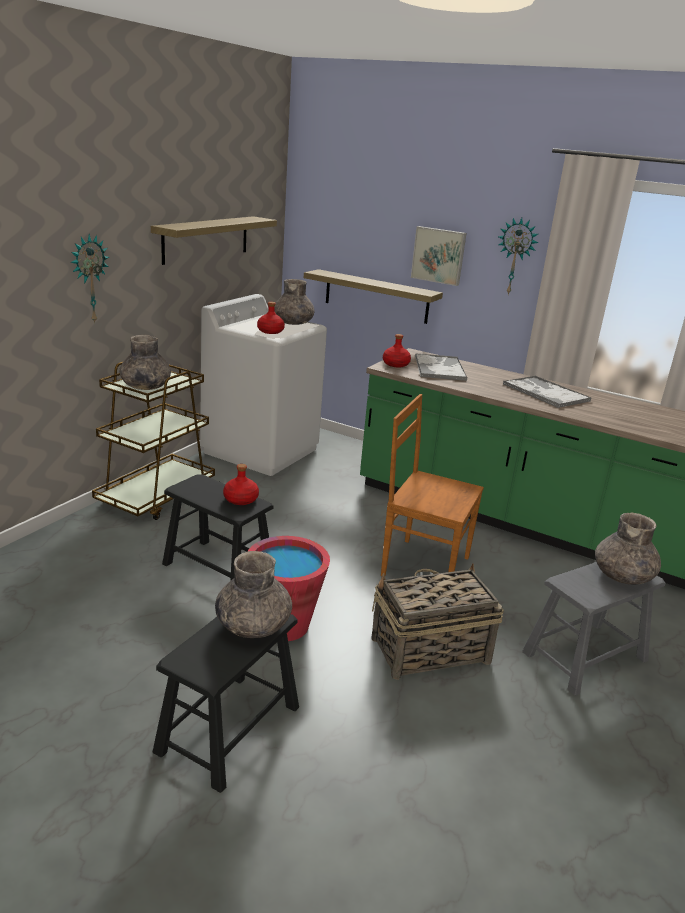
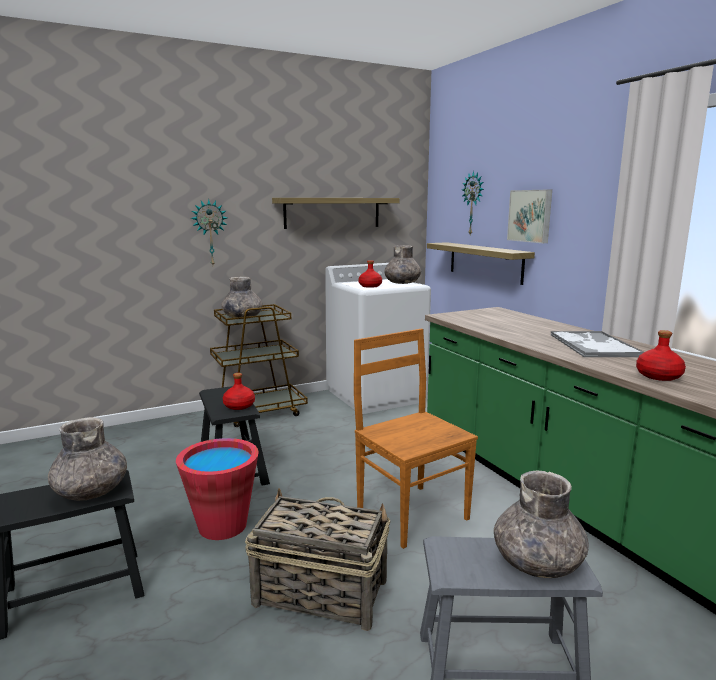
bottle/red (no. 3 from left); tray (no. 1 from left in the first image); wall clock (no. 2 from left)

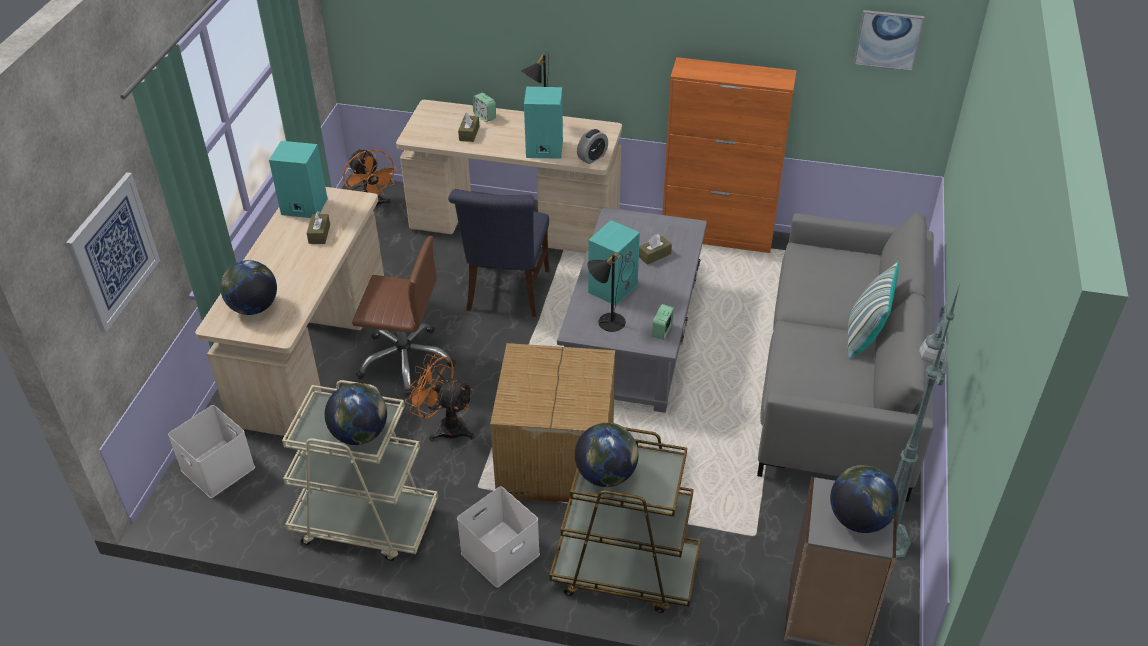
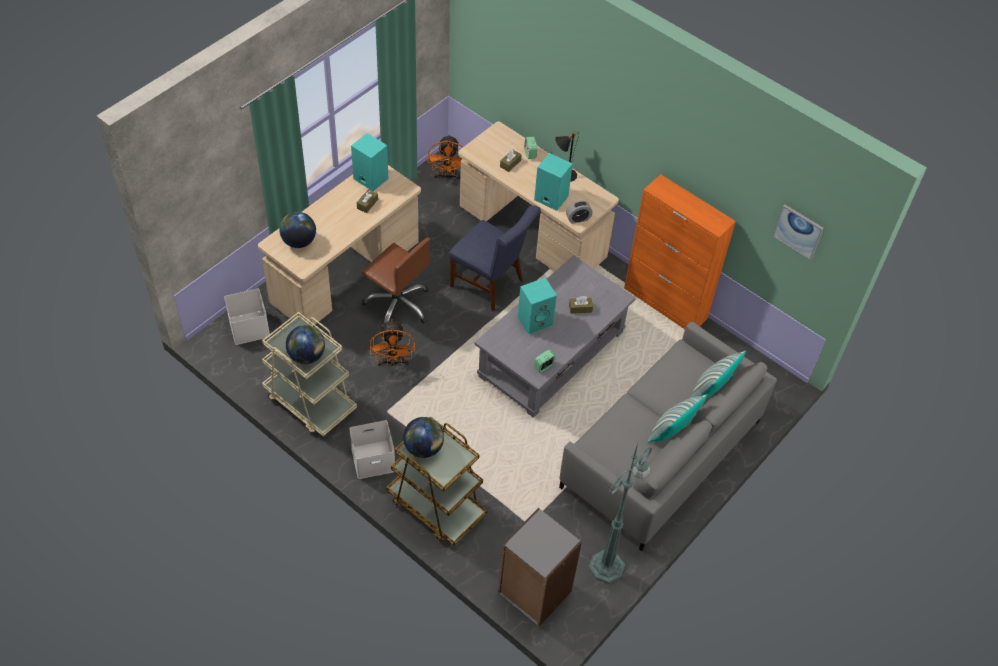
picture (no. 1 from left in the first image); fan/orange (no. 1 from left); chair/blue; cardboard box; table lamp/black (no. 2 from left in the first image); globe (no. 4 from left in the first image); pillow (no. 2 from left)

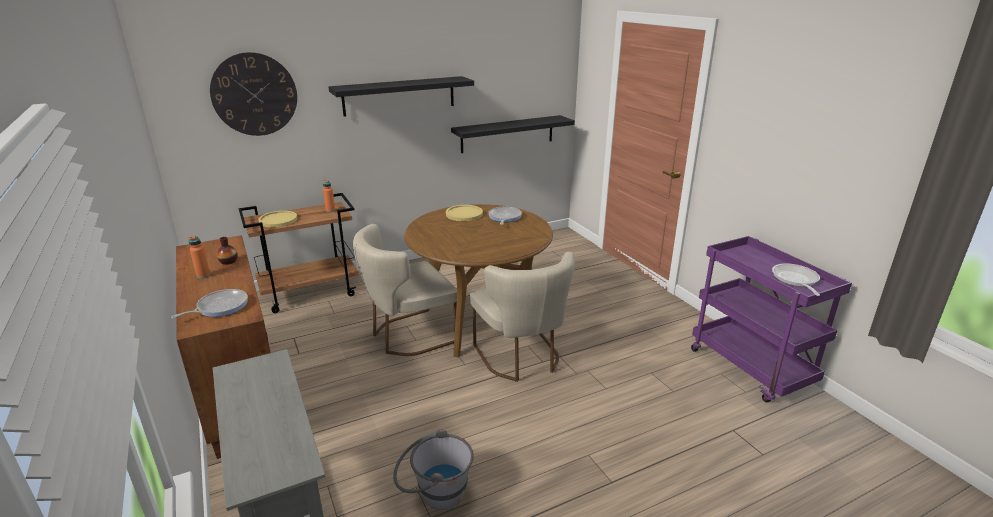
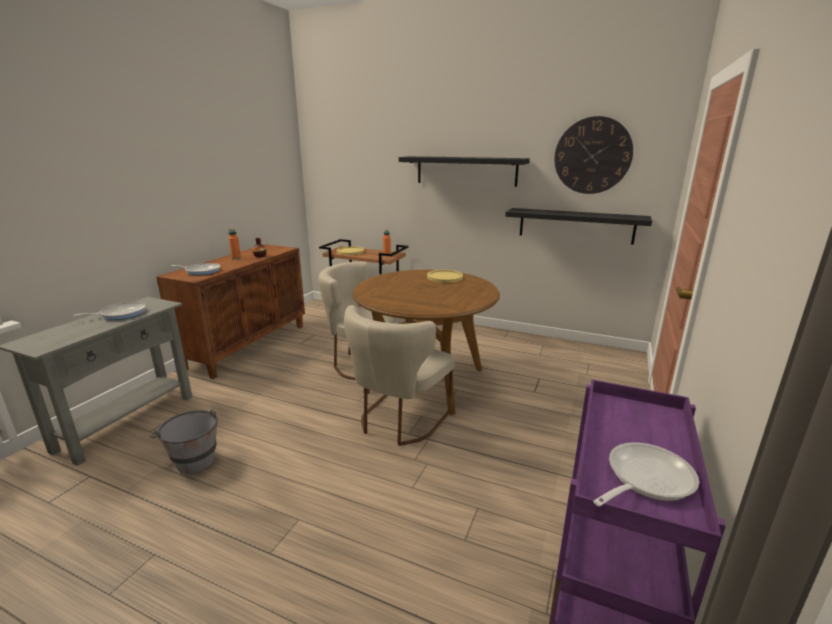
wall clock; frying pan (no. 1 from left)

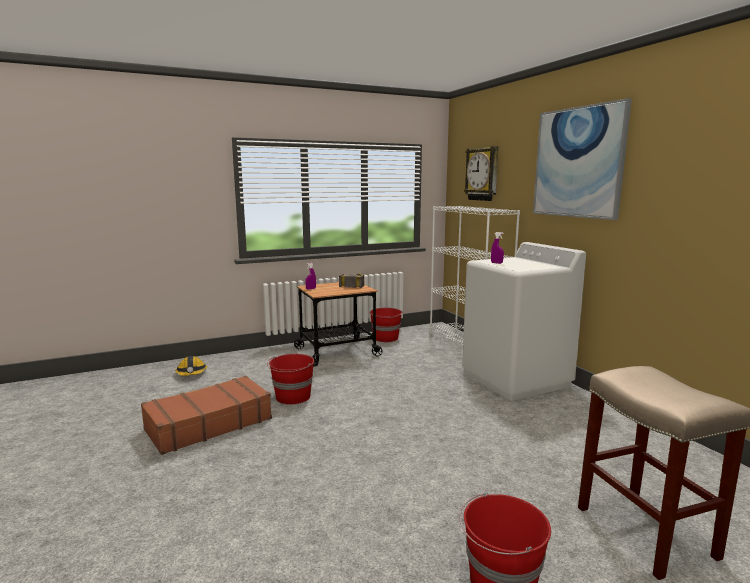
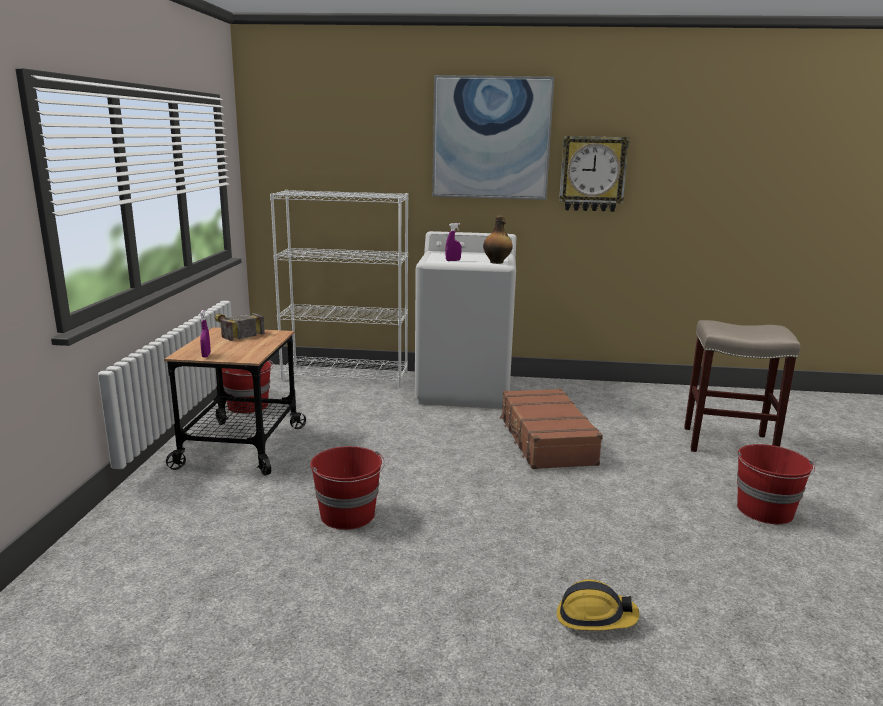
suitcase/brown; hard hat; wall clock; bottle

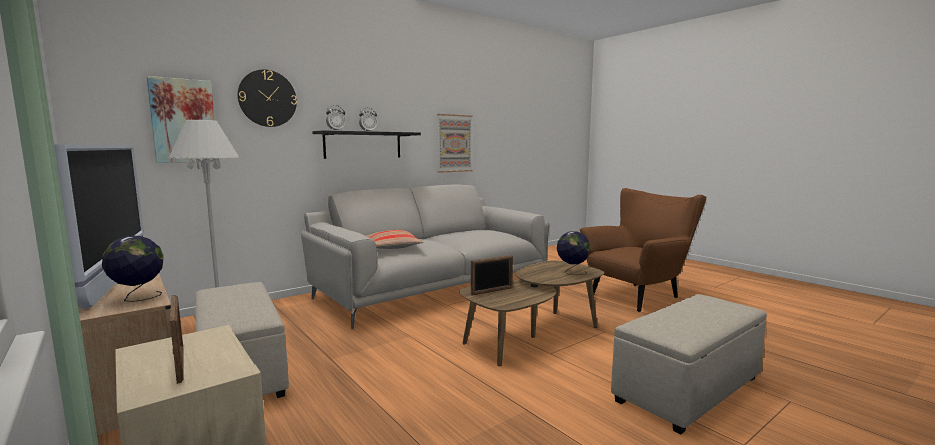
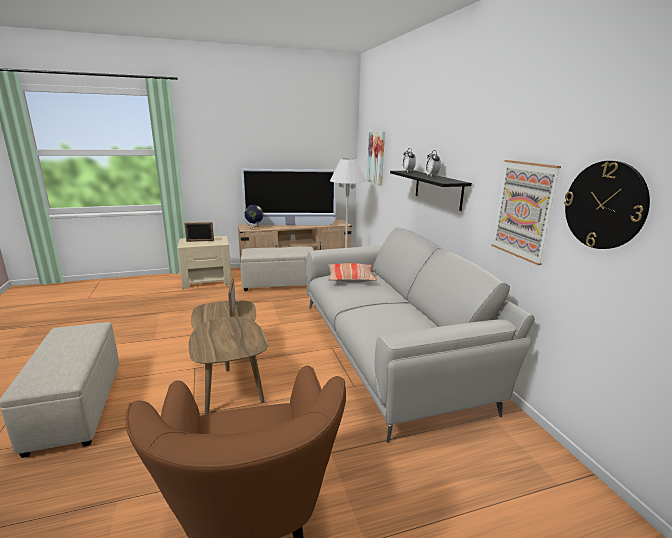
wall clock; globe (no. 2 from left in the first image)

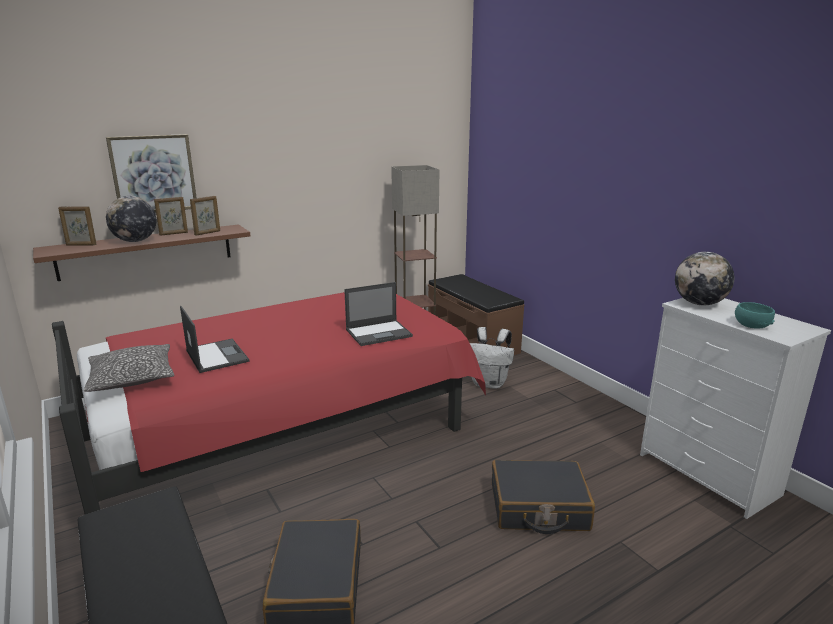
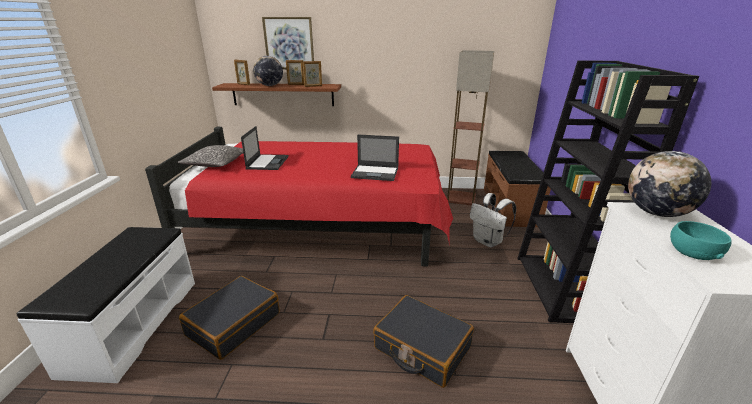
bookcase/black

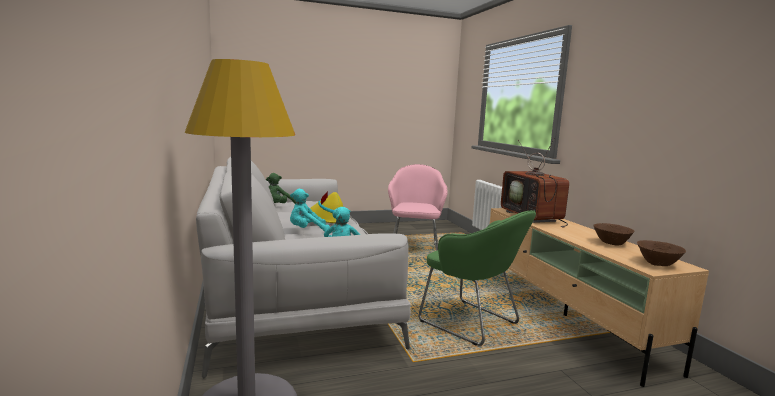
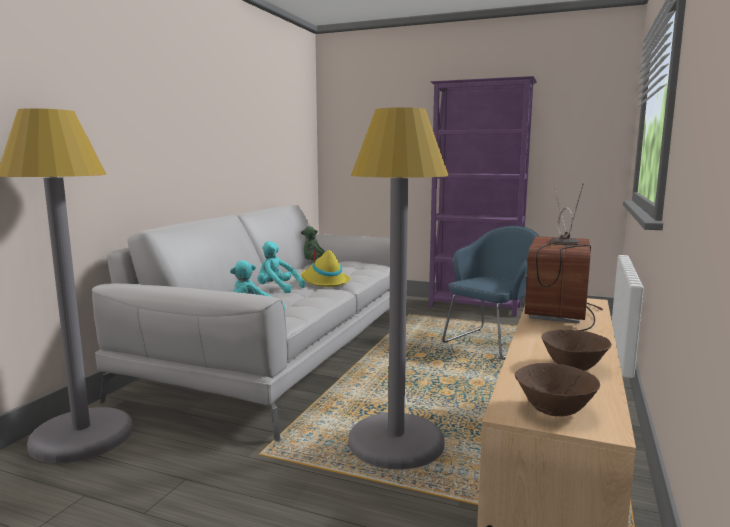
armchair/blue; floor lamp/grey (no. 2 from left); bookcase/purple

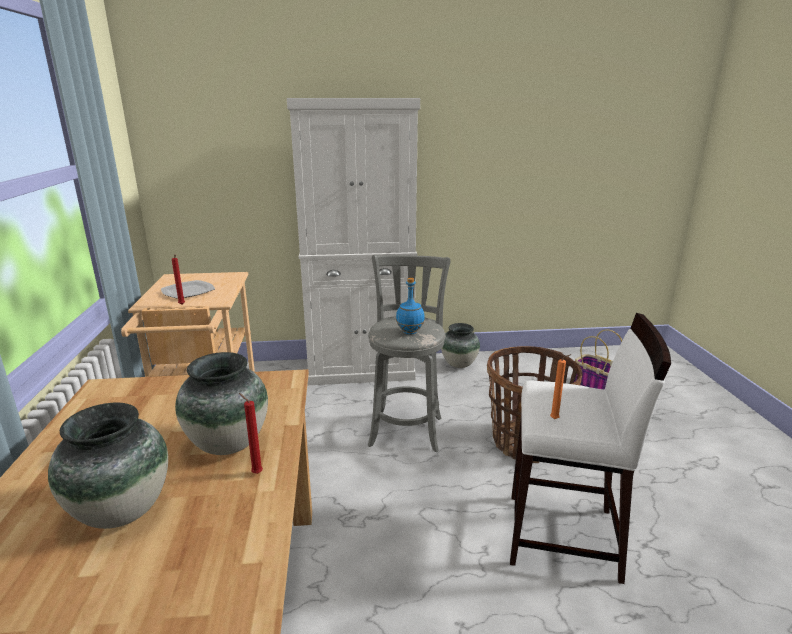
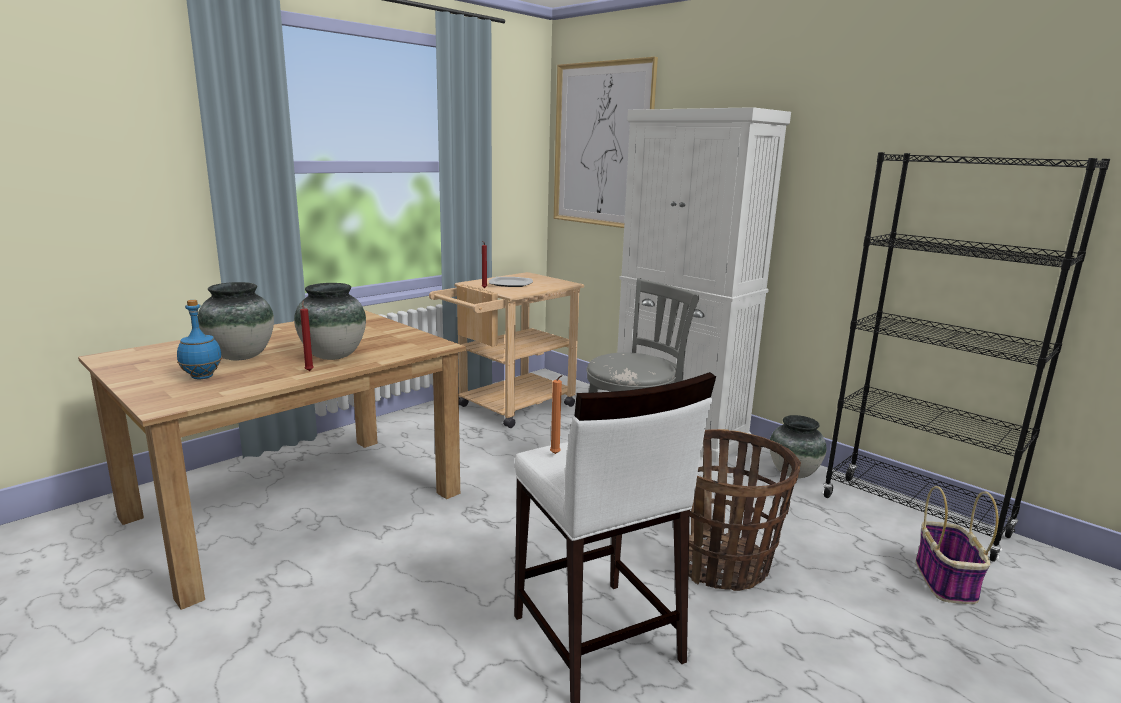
bottle/blue; picture; bookcase/black

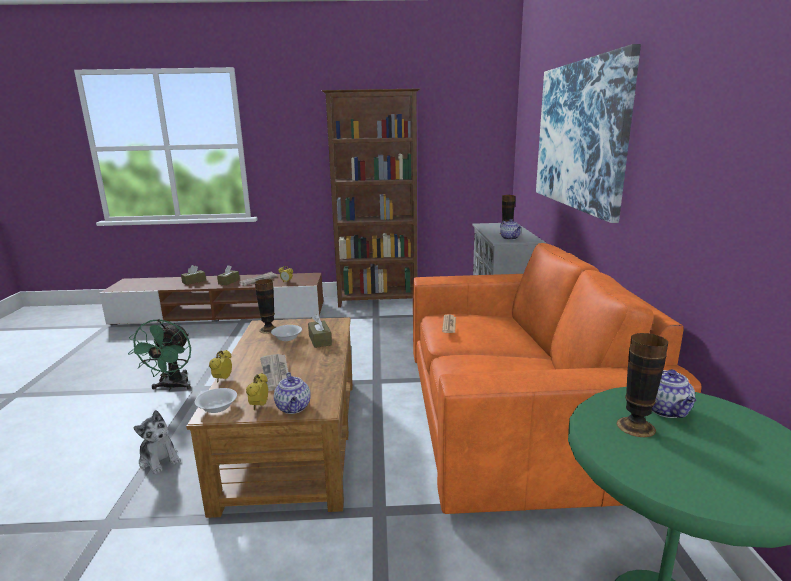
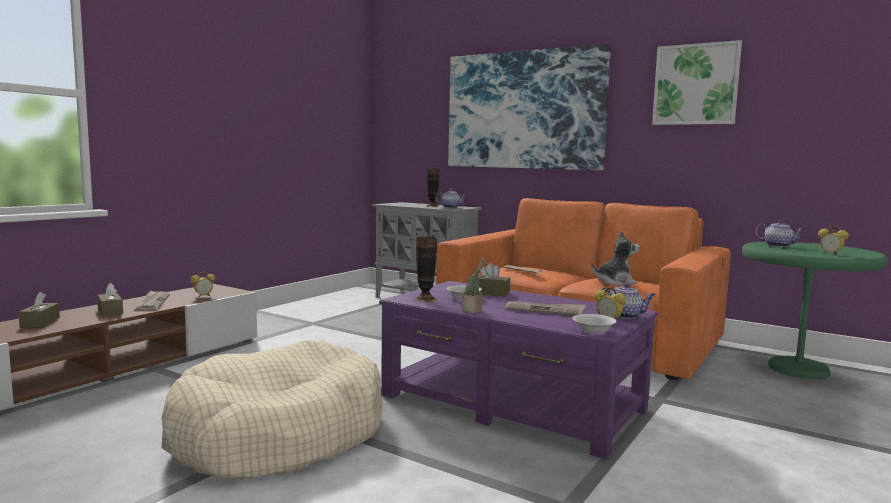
dog bed/beige; plush toy; coffee table/purple; alarm clock (no. 3 from left); bookcase/brown; vase (no. 3 from left in the first image); potted plant; picture (no. 2 from left)

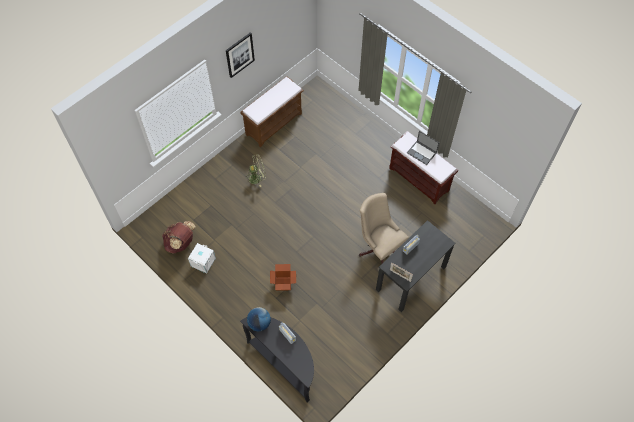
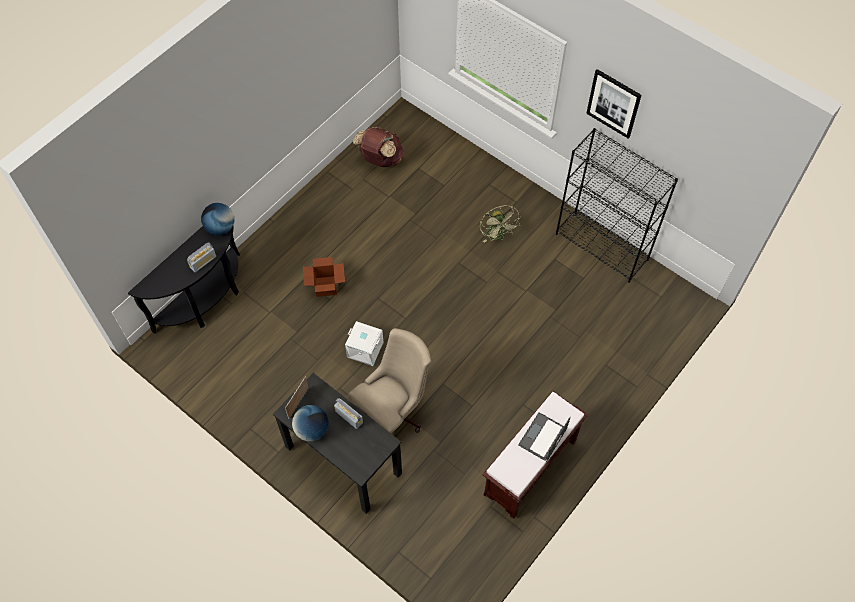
storage box/white; bookcase/black; globe (no. 2 from left)

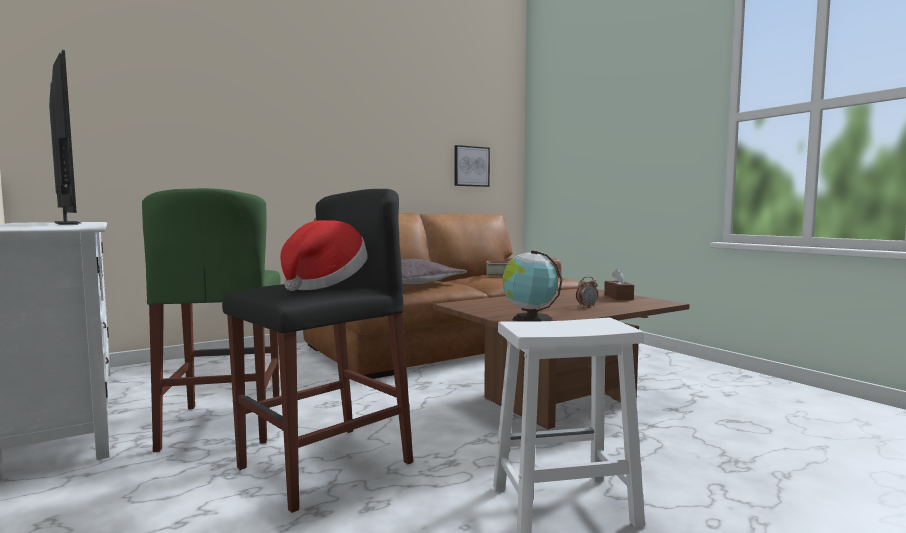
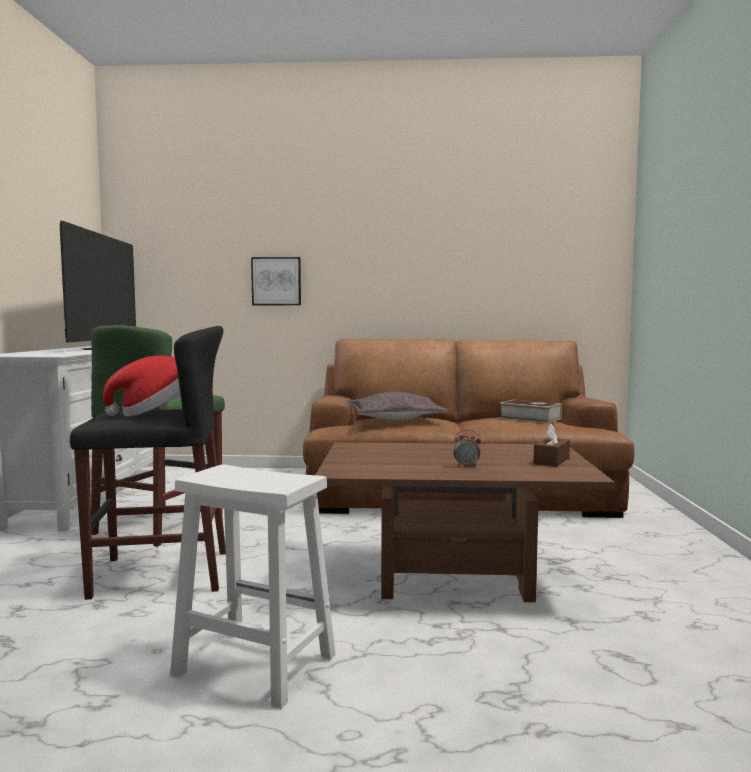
picture; globe

